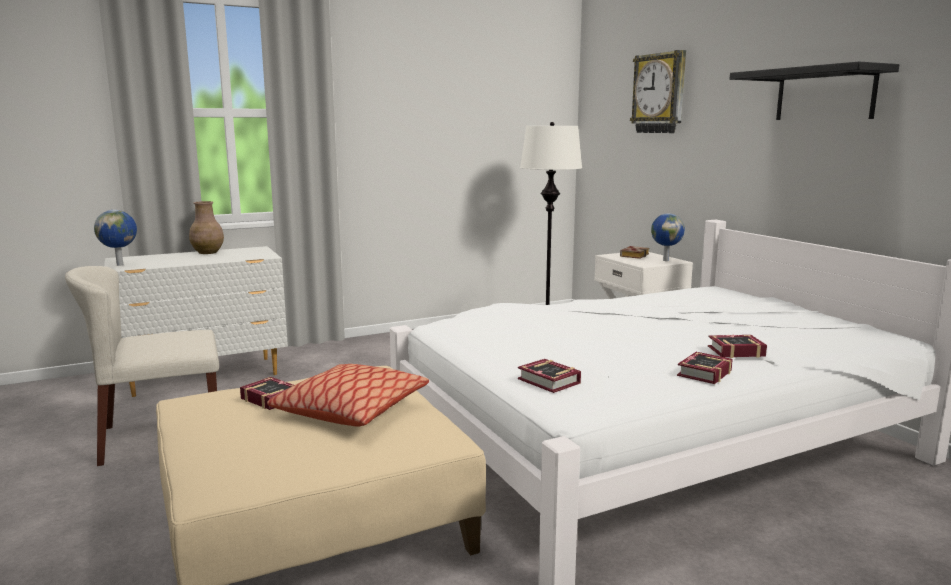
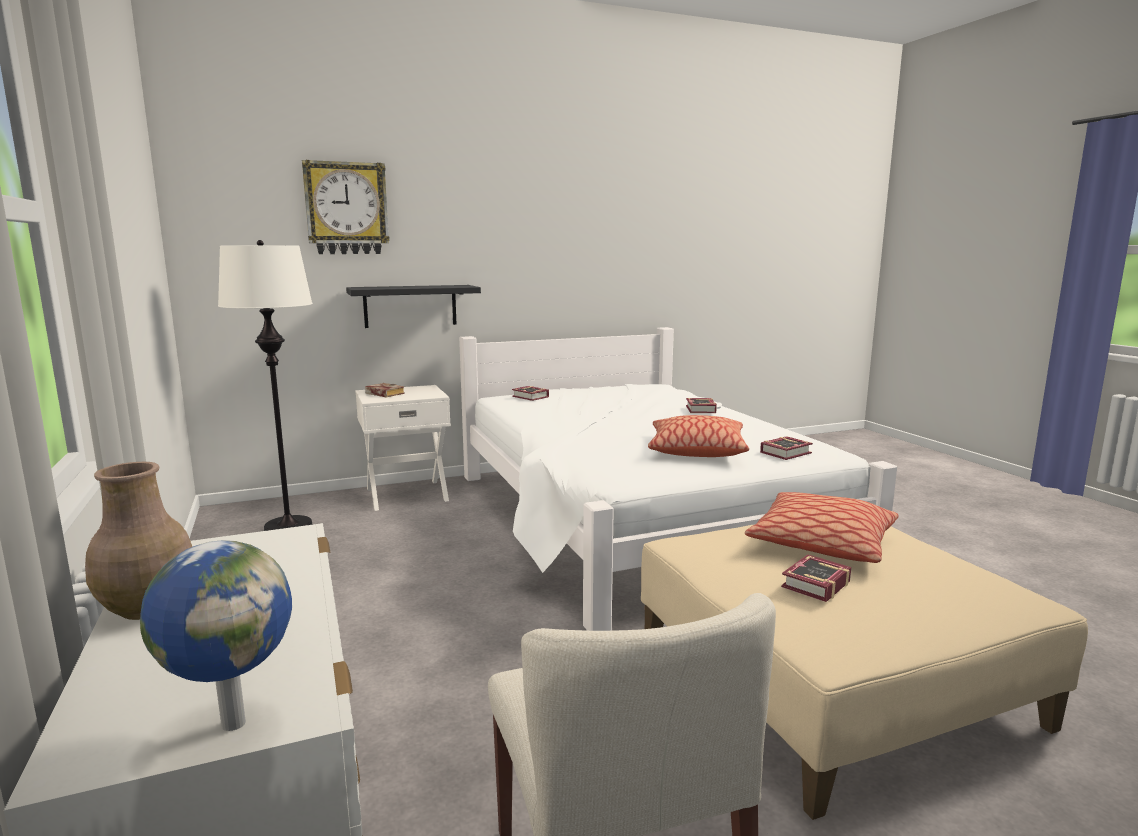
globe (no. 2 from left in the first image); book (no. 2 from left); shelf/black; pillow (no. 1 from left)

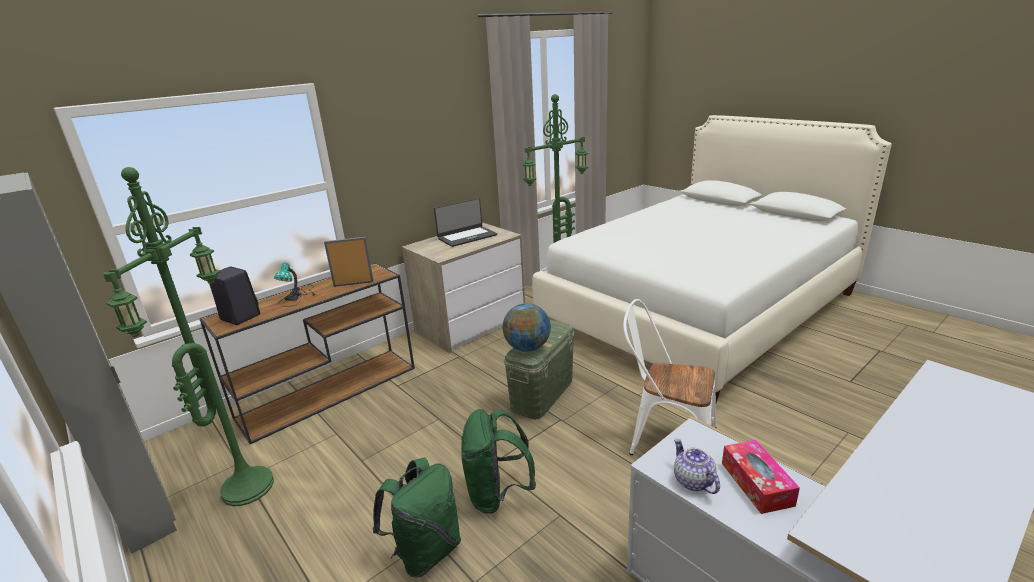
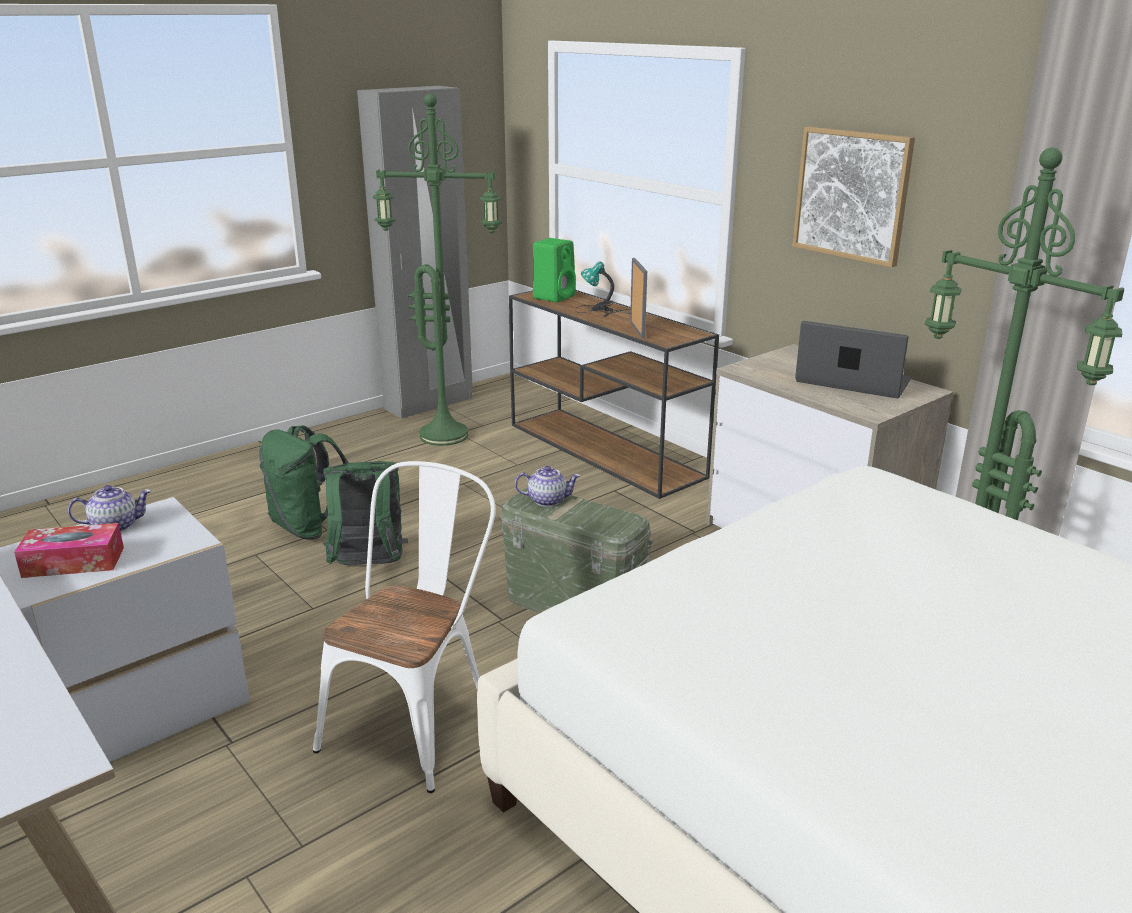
speaker/green; laptop; teapot (no. 2 from left); picture

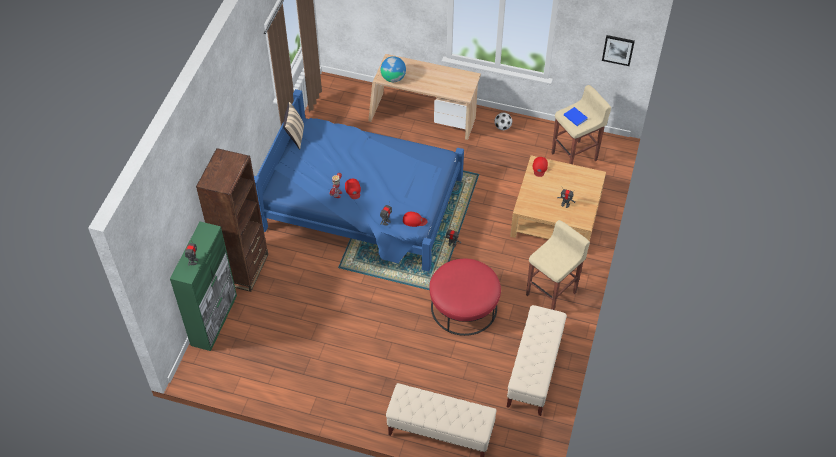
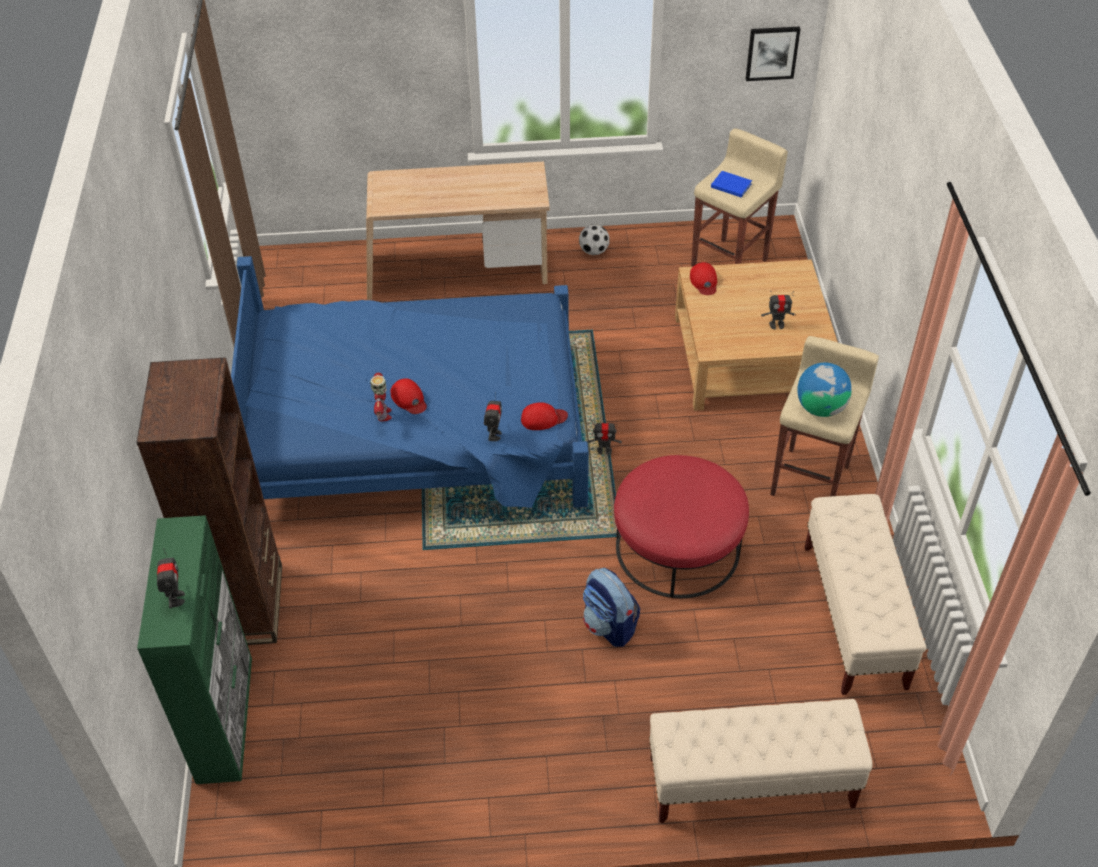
pillow/beige; globe; backpack

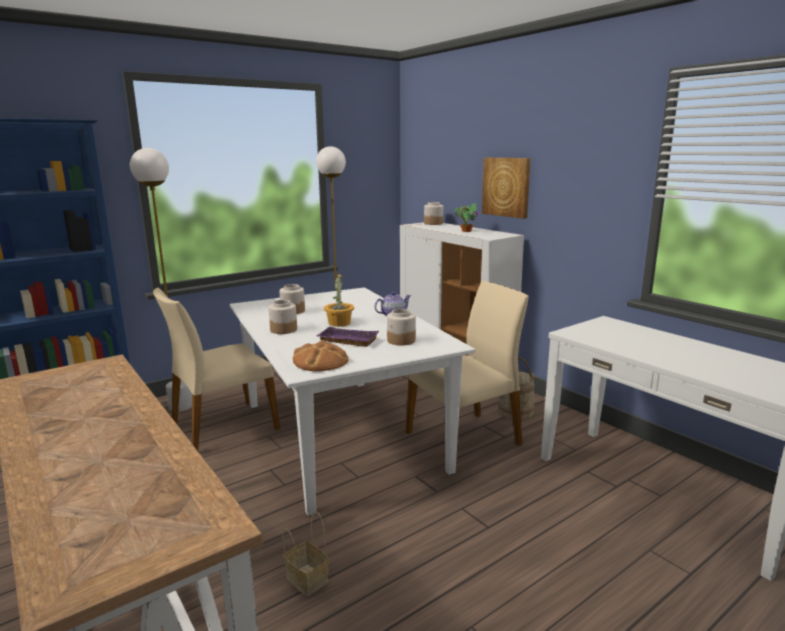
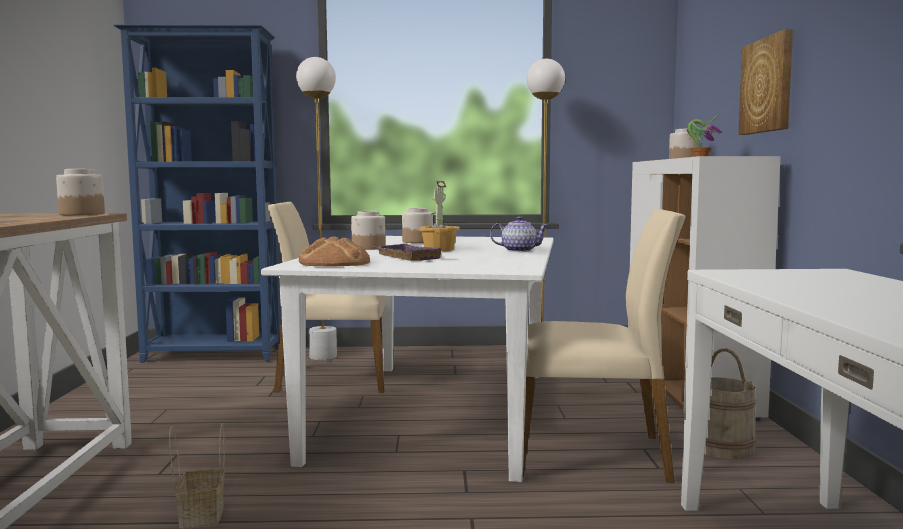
jar (no. 1 from left)

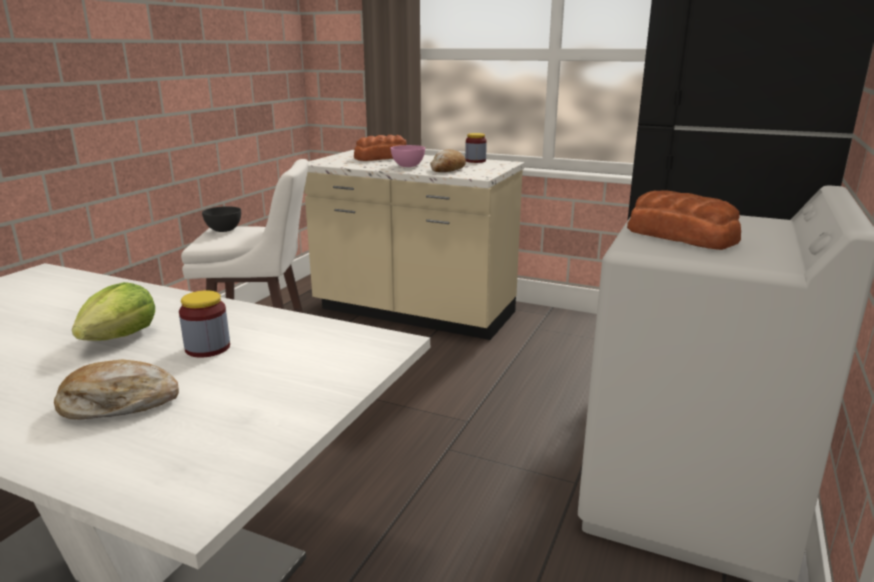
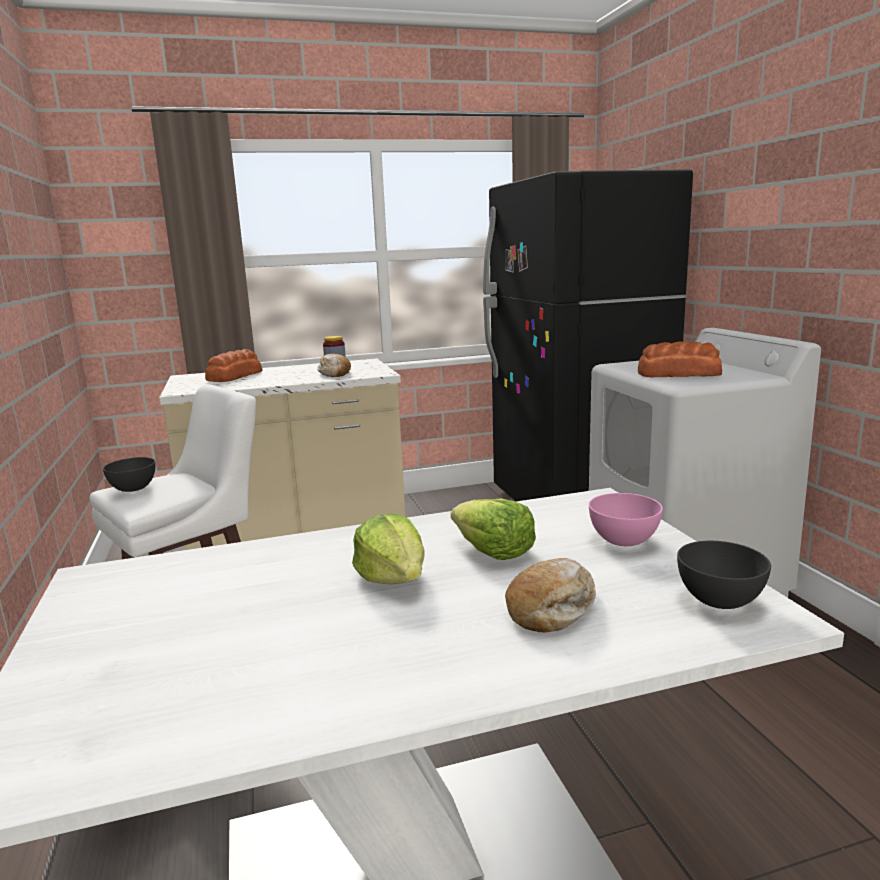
lettuce (no. 2 from left); bowl/pink; bowl/grey (no. 2 from left)

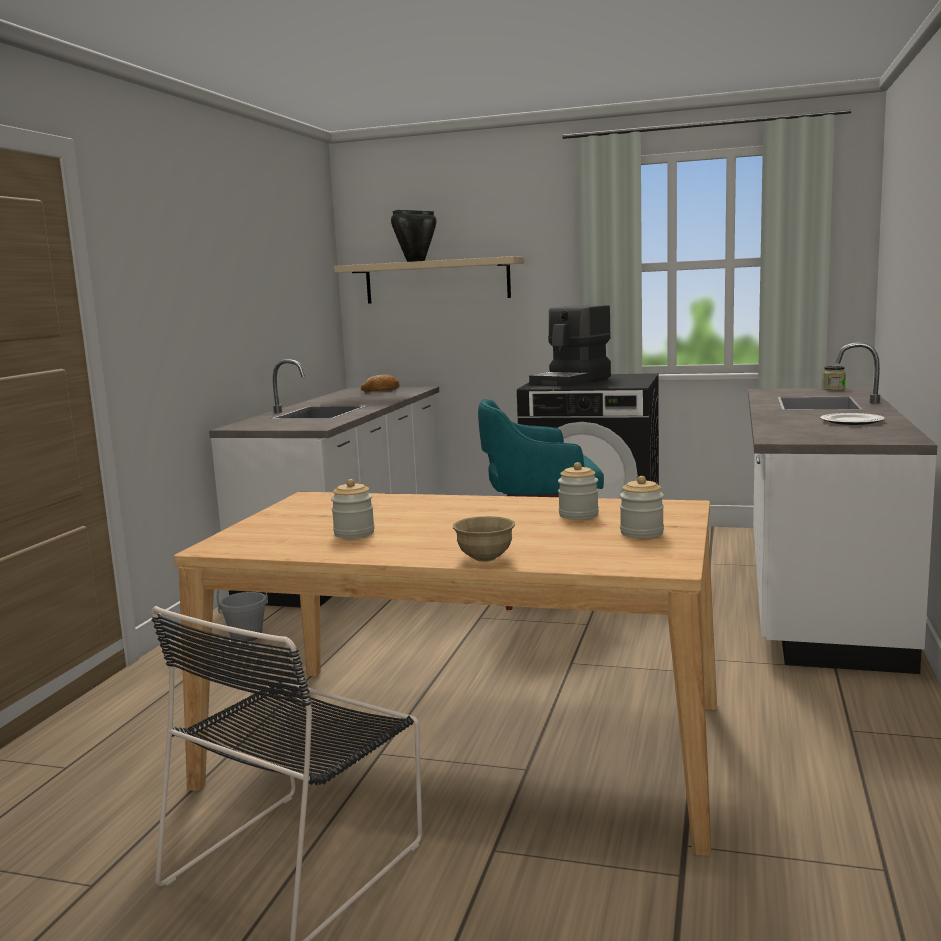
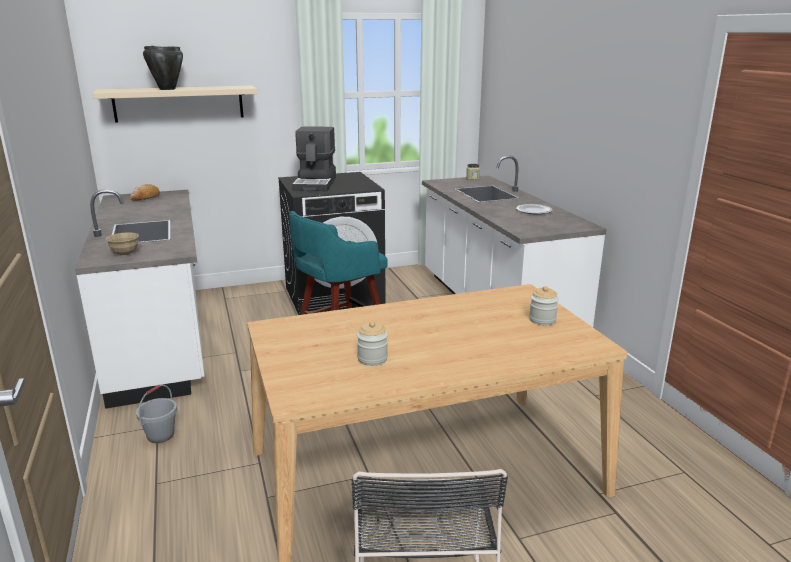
bowl/beige; jar (no. 2 from left in the first image)

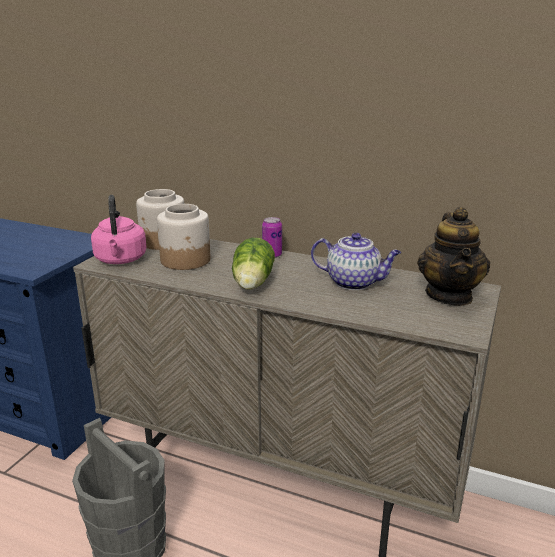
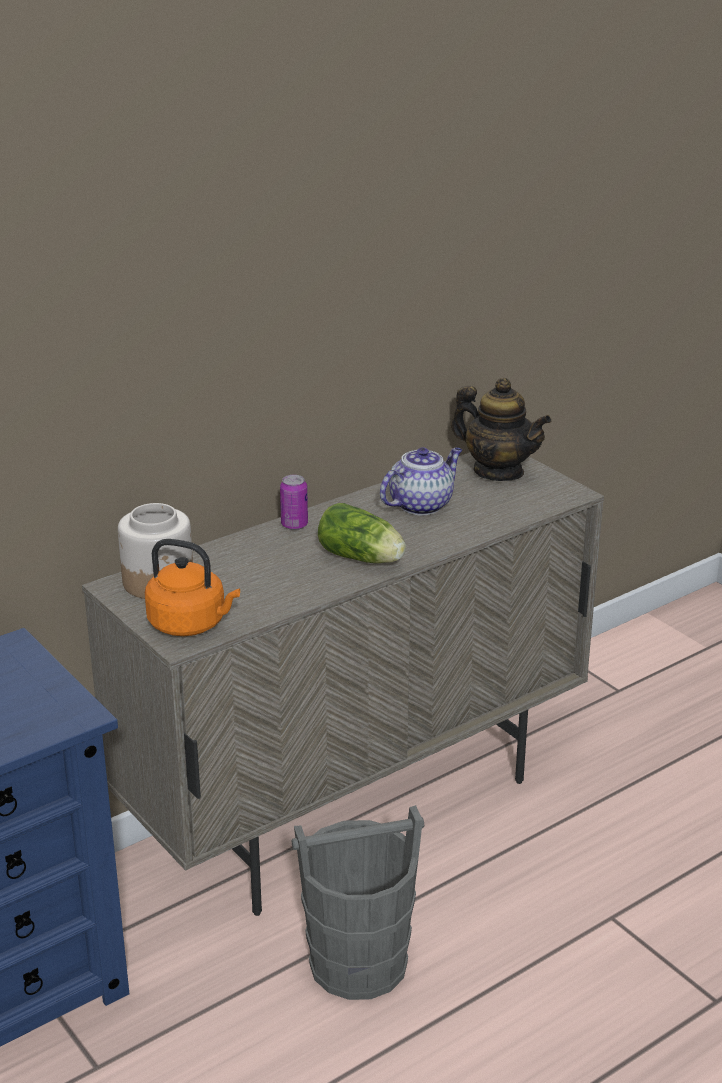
kettle/orange; jar (no. 2 from left in the first image)

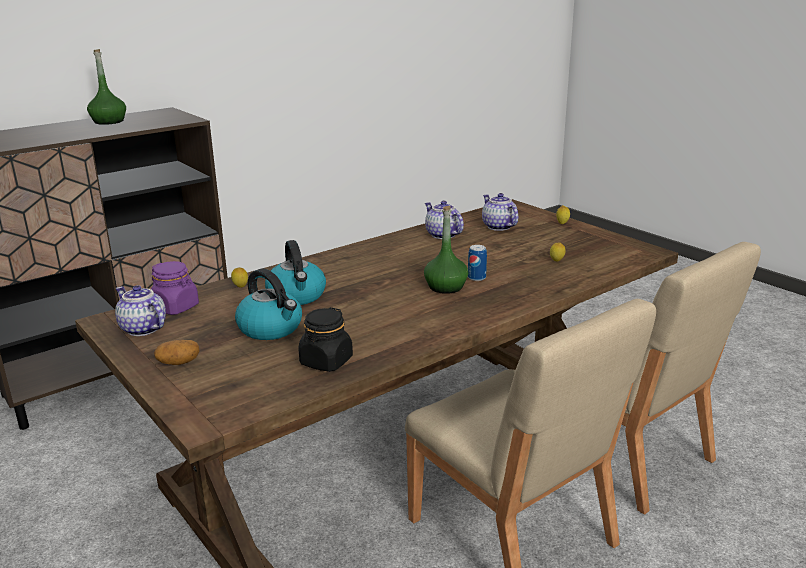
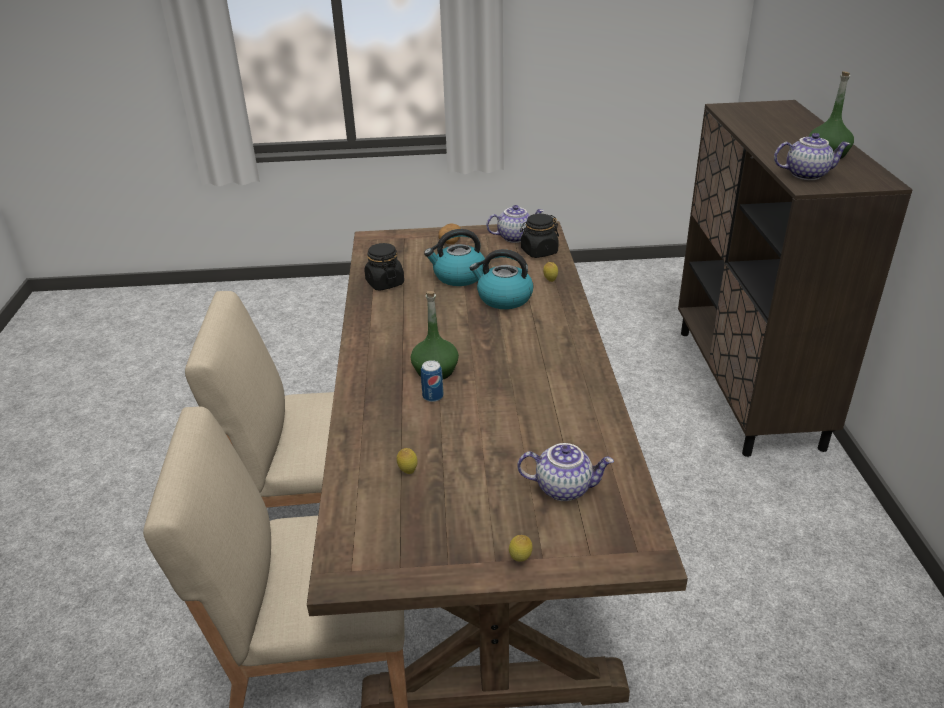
jar/black (no. 2 from left); teapot (no. 3 from left)

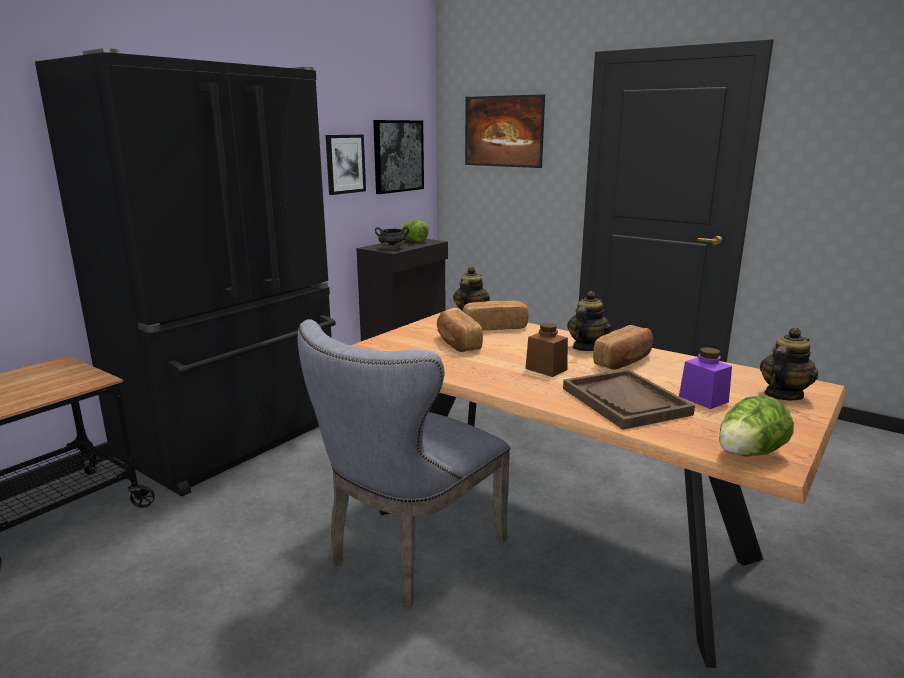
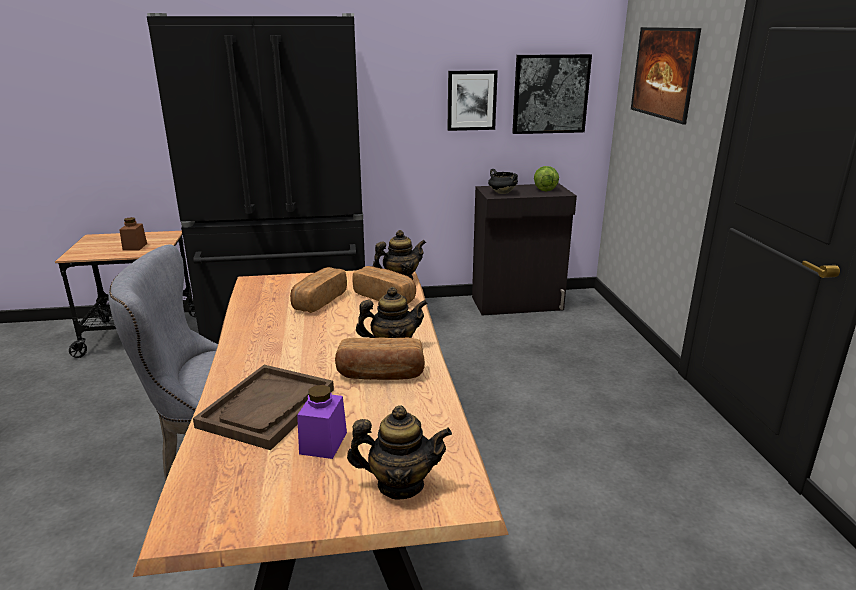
jar/brown; lettuce (no. 2 from left in the first image)

